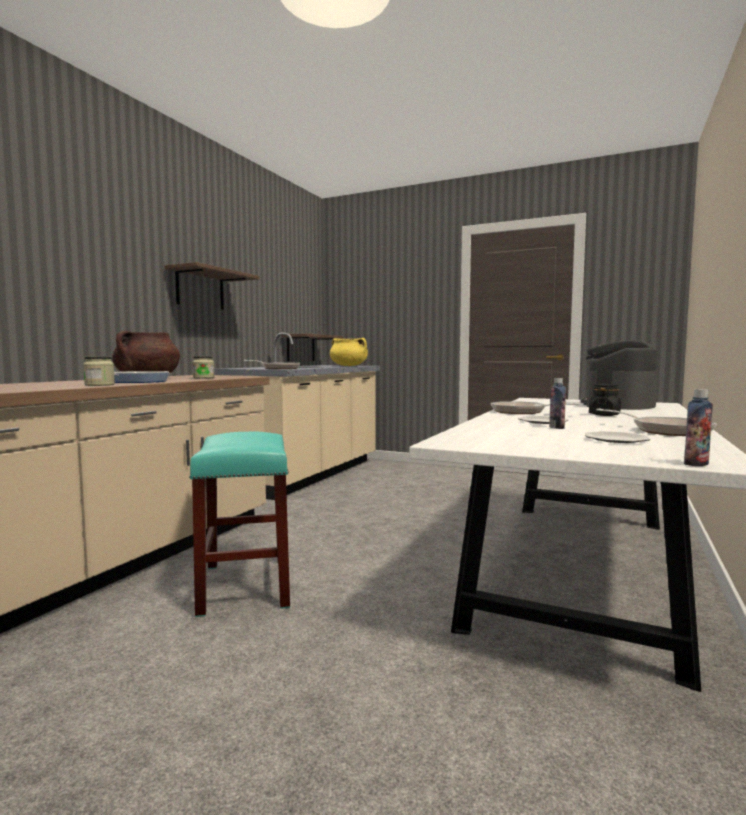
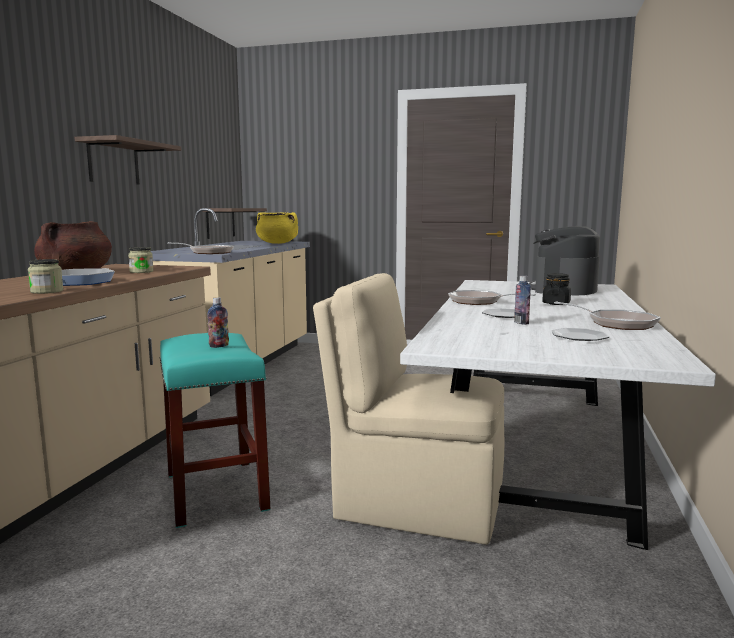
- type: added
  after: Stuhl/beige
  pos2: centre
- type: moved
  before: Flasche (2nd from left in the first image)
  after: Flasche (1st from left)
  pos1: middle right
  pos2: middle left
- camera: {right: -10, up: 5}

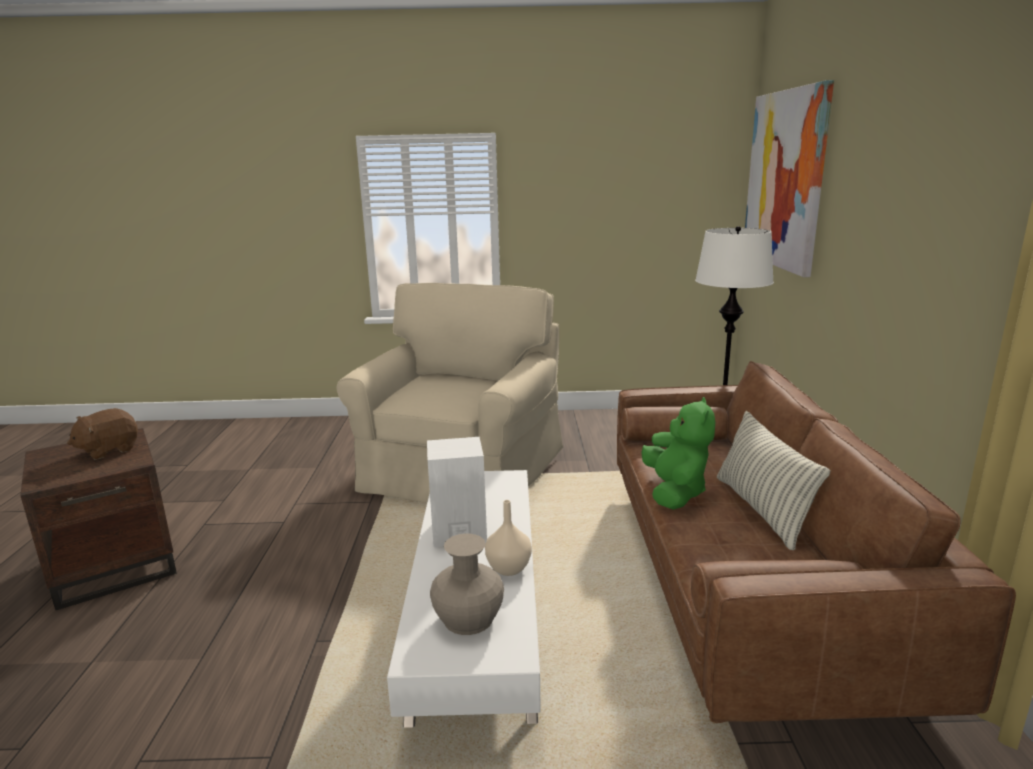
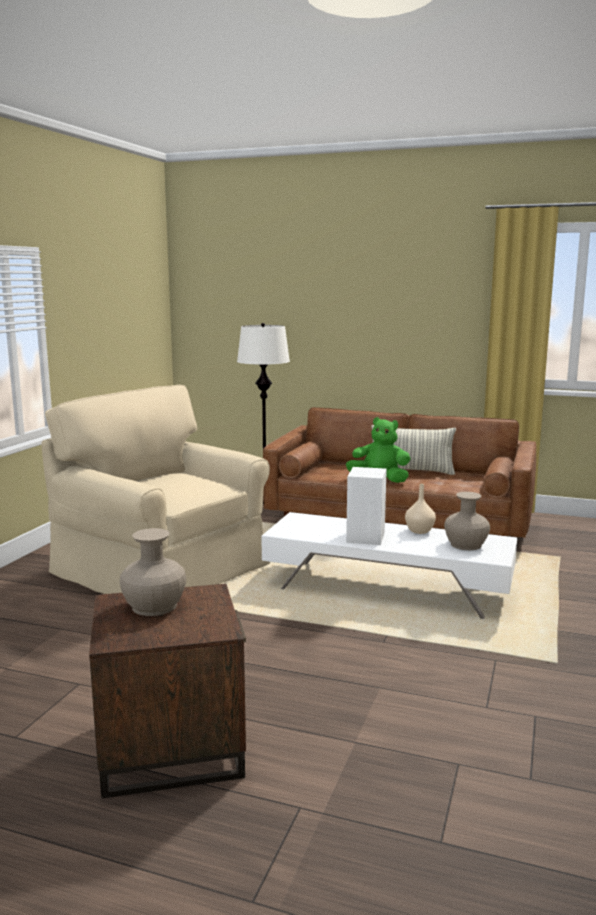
- type: removed
  before: Bild
  pos1: top right
- type: replaced
  before: Plüschtier/braun
  after: Vase/beige (1st from left)
  pos1: middle left
  pos2: middle left
- camera: {right: -70, up: -5}

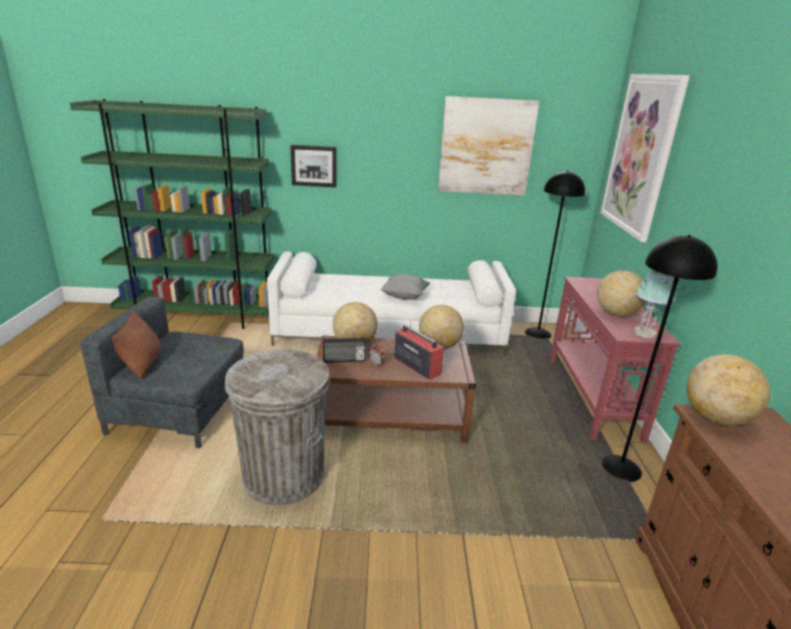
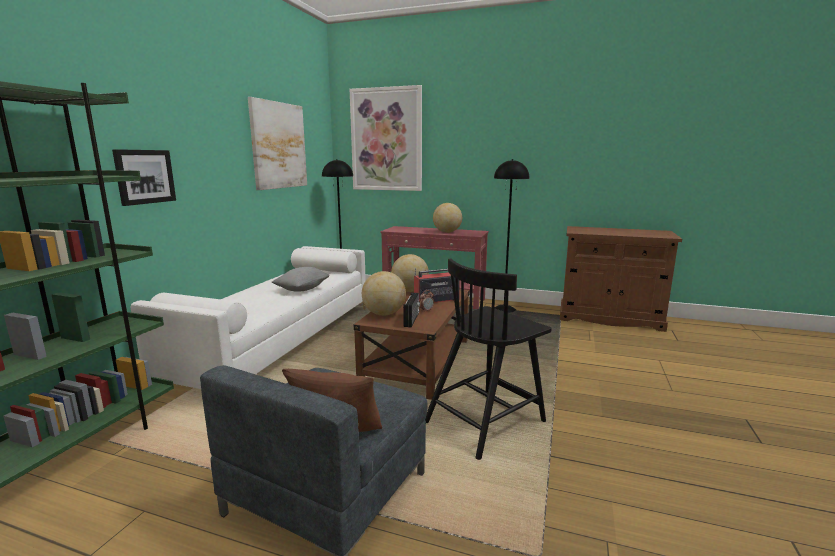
- type: removed
  before: Tischlampe
  pos1: middle right
- type: removed
  before: Globus (4th from left)
  pos1: middle right
- type: replaced
  before: Mülleimer/grau
  after: Stuhl/schwarz
  pos1: bottom centre
  pos2: centre
- camera: {right: -70, up: -10}

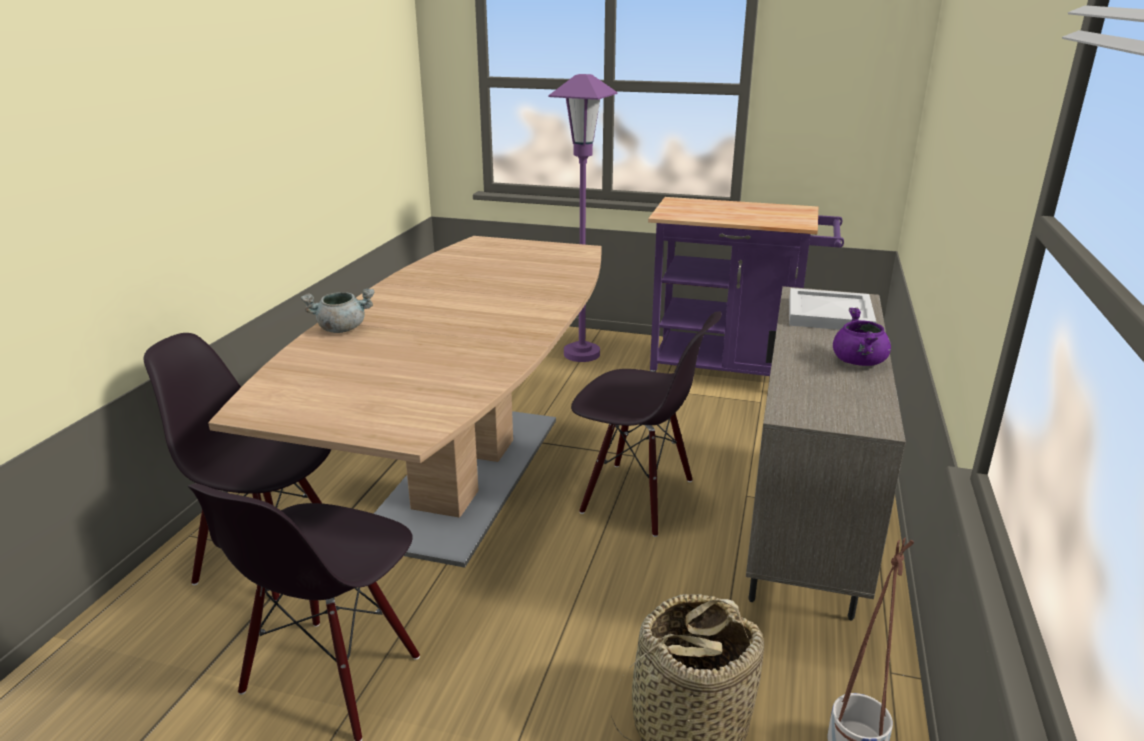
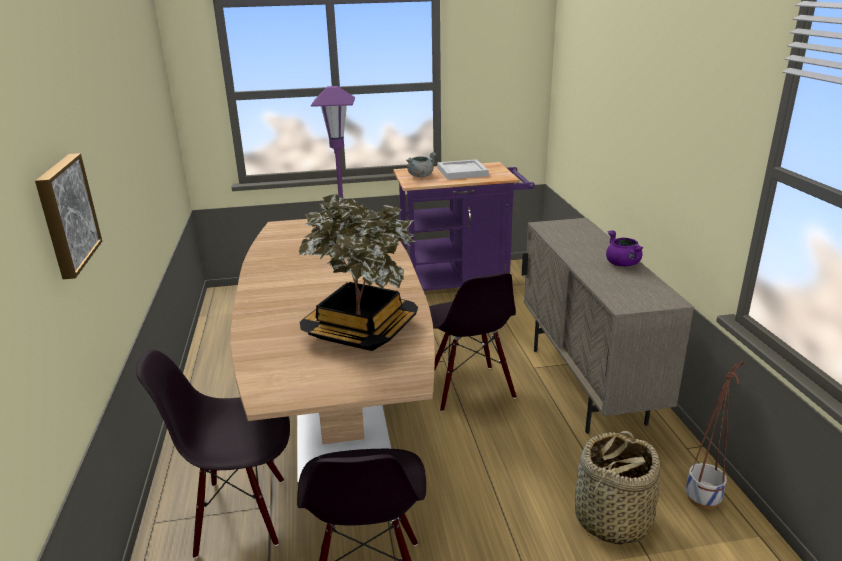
- type: added
  after: Bild
  pos2: middle left
- type: added
  after: Topfpflanze
  pos2: centre
- type: moved
  before: Kochtopf/grau
  pos1: middle left
  pos2: top centre
- type: moved
  before: Tablett/weiß
  pos1: middle right
  pos2: top centre
- type: turned
  before: Stuhl/schwarz (3rd from left)
  pos1: centre
  pos2: centre
  turn: 75
- camera: {right: -25, up: 0}

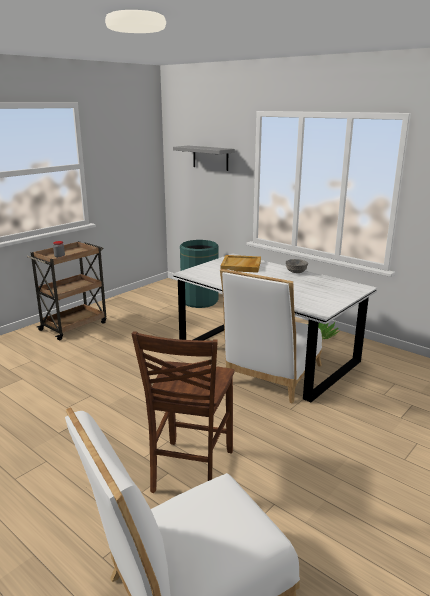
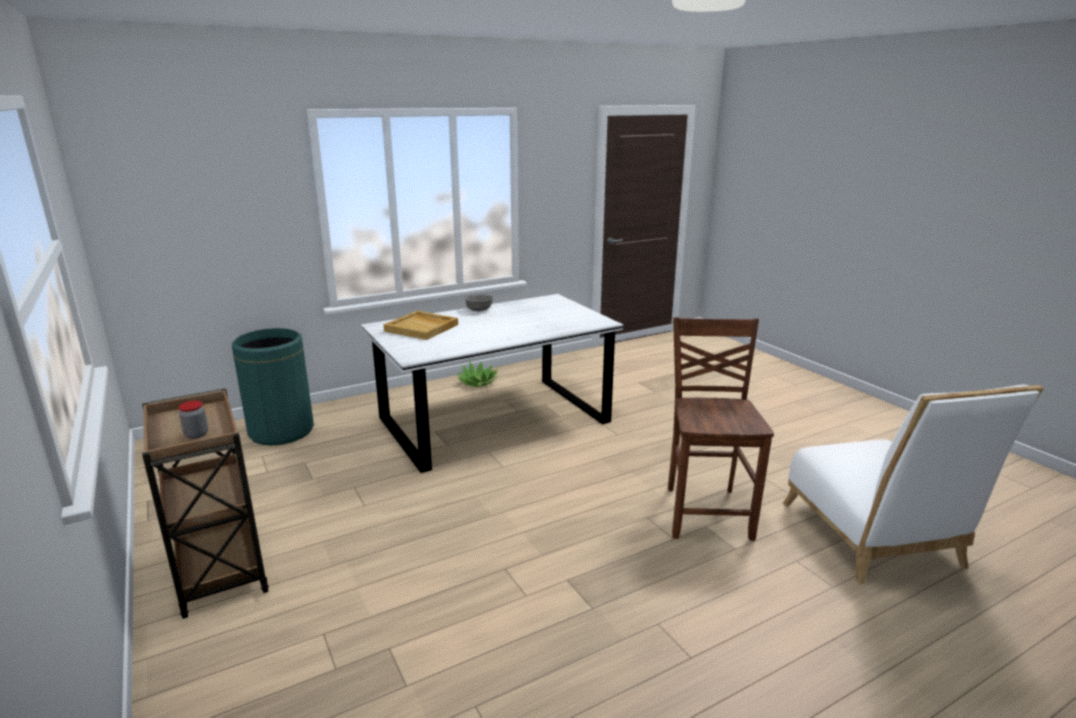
- type: removed
  before: Wandregal/grau
  pos1: top centre
- type: removed
  before: Stuhl/weiß (2nd from left)
  pos1: centre
- type: turned
  before: Stuhl/braun
  pos1: bottom centre
  pos2: middle right
  turn: -120
- camera: {right: -70, up: 0}

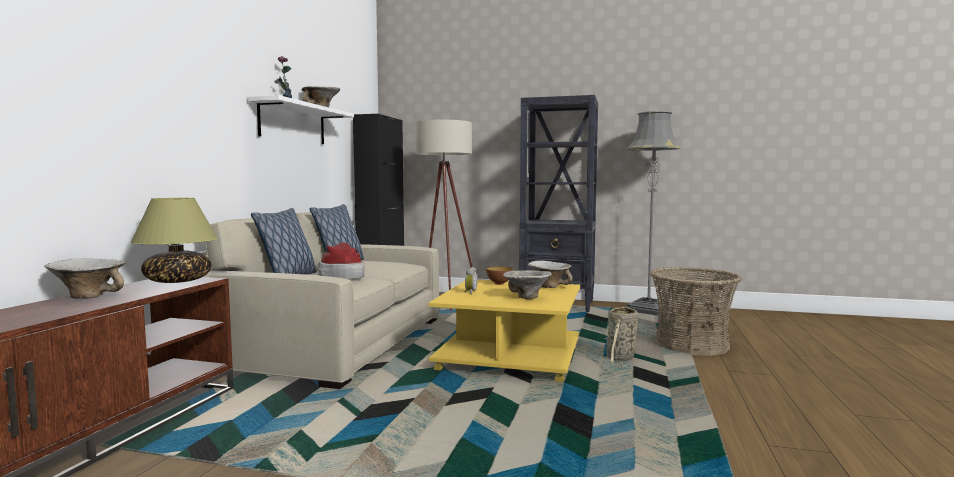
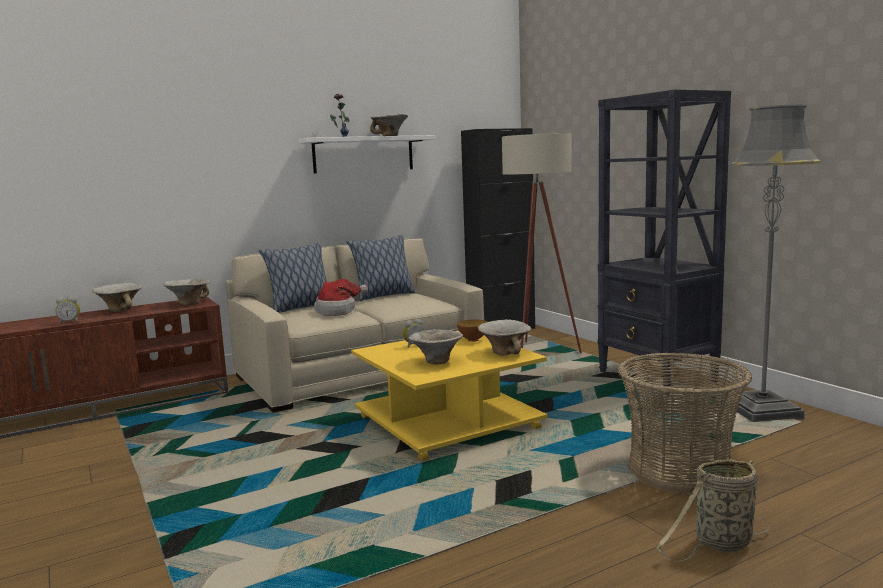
- type: added
  after: Wecker (1st from left)
  pos2: middle left
- type: moved
  before: Korb (1st from left in the first image)
  after: Korb (2nd from left)
  pos1: bottom centre
  pos2: bottom right
- type: replaced
  before: Tischlampe
  after: Schüssel (2nd from left)
  pos1: middle left
  pos2: middle left
- camera: {right: 45, up: 5}

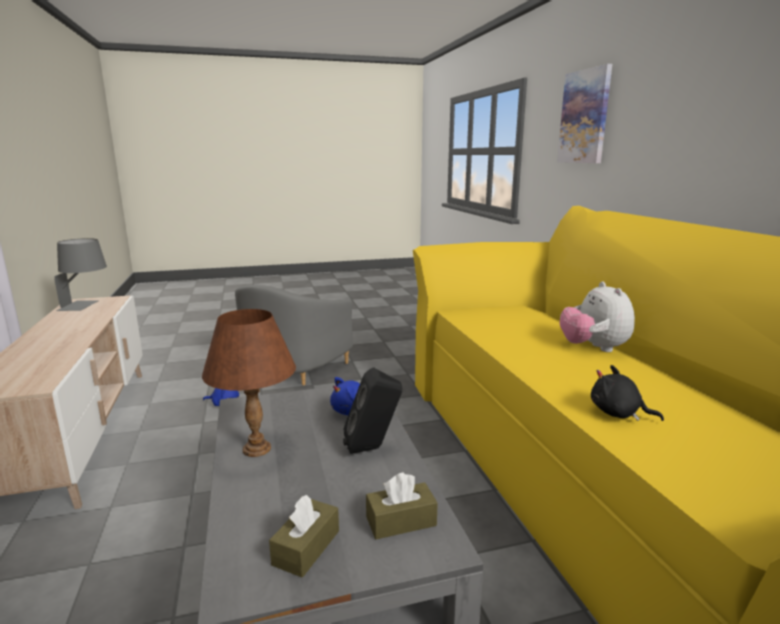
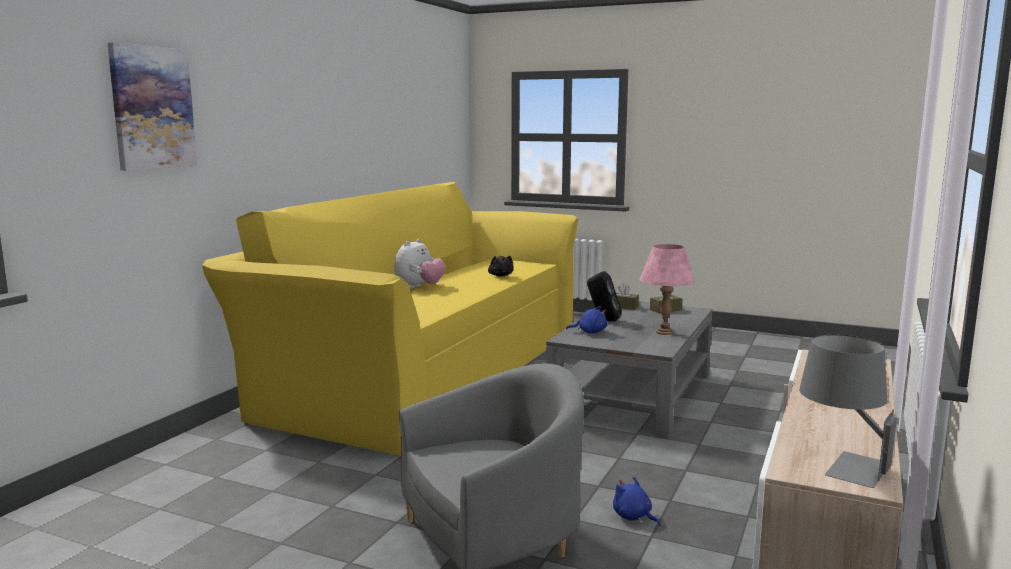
- type: recoloured
  before: Tischlampe/braun
  after: Tischlampe/rosa
  pos1: middle left
  pos2: centre
- camera: {right: -140, up: -5}

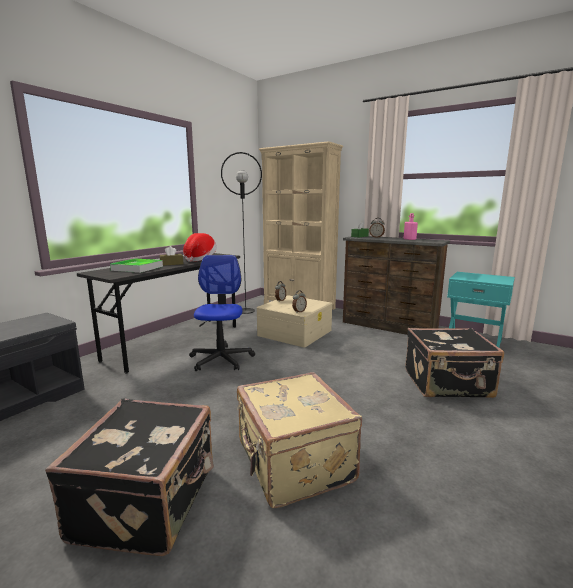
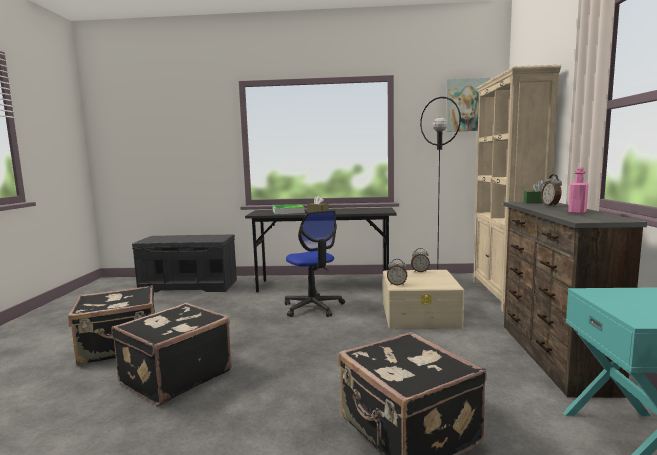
- type: removed
  before: Hut
  pos1: centre
- type: added
  after: Bild
  pos2: top right
- type: recoloured
  before: Koffer/beige
  after: Koffer/schwarz (2nd from left)
  pos1: bottom centre
  pos2: bottom left
- type: turned
  before: Bürostuhl
  pos1: centre
  pos2: centre
  turn: 90
- camera: {right: 60, up: -5}

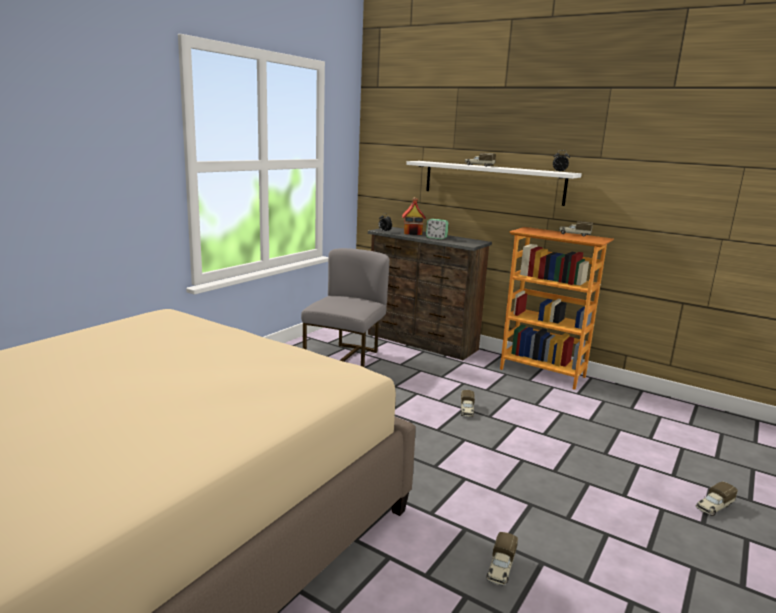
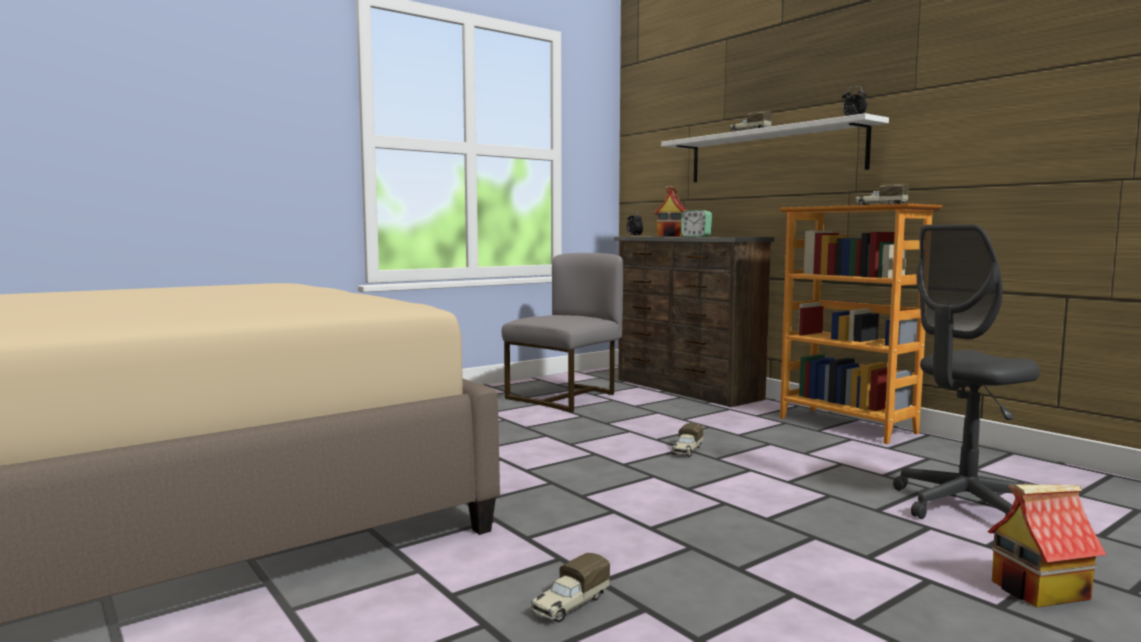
- type: added
  after: Bürostuhl/grau
  pos2: middle right
- type: replaced
  before: Spielzeuglaster (5th from left)
  after: Spielzeughaus (2nd from left)
  pos1: bottom right
  pos2: bottom right
- camera: {right: 20, up: -10}

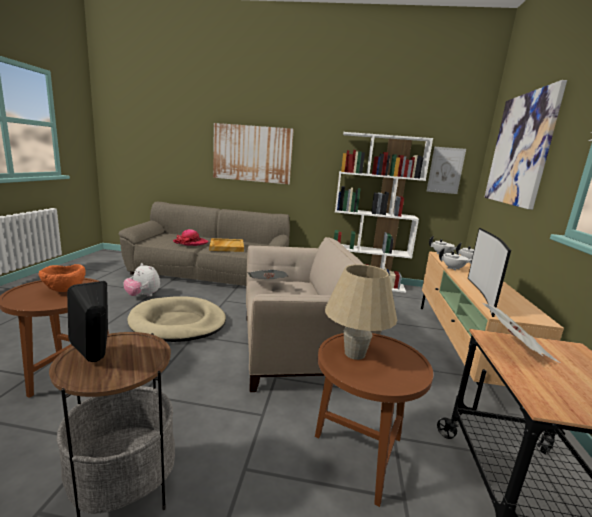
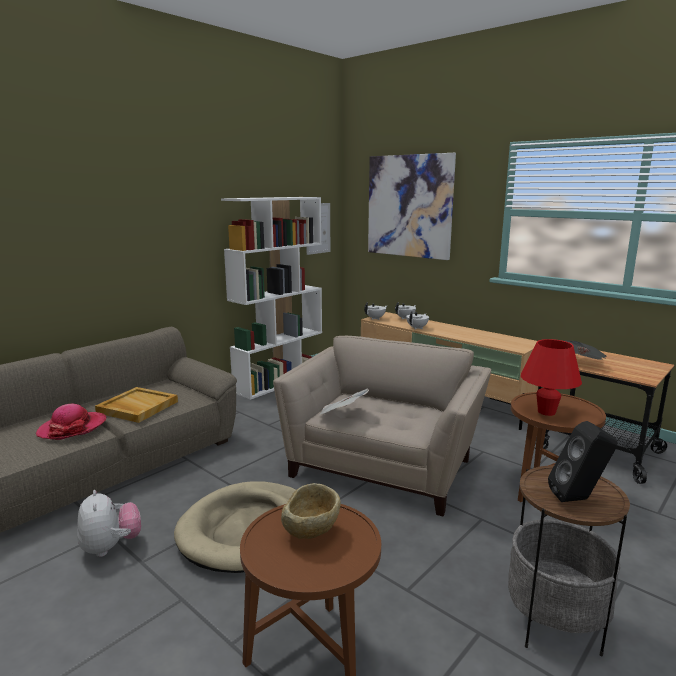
- type: removed
  before: Bild (1st from left)
  pos1: top centre
- type: removed
  before: Fernseher
  pos1: middle right
- type: recoloured
  before: Schüssel/orange
  after: Schüssel/beige
  pos1: middle left
  pos2: bottom centre
- type: recoloured
  before: Tischlampe/beige
  after: Tischlampe/rot
  pos1: centre
  pos2: middle right
- type: turned
  before: Plüschtier
  pos1: middle left
  pos2: bottom left
  turn: -90
- camera: {right: -55, up: 0}

